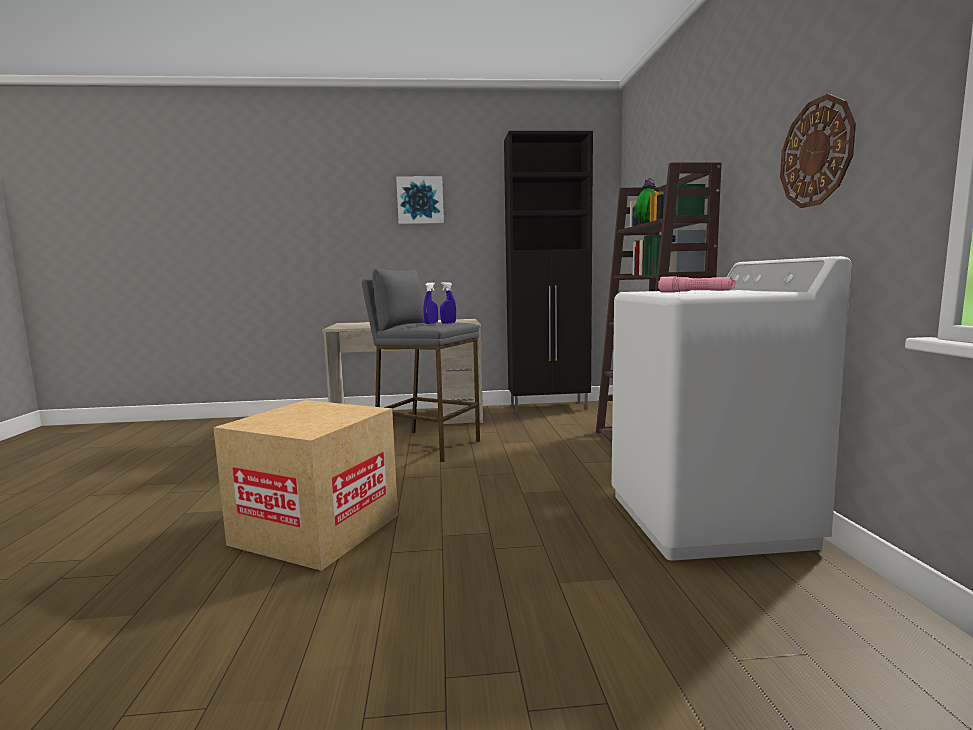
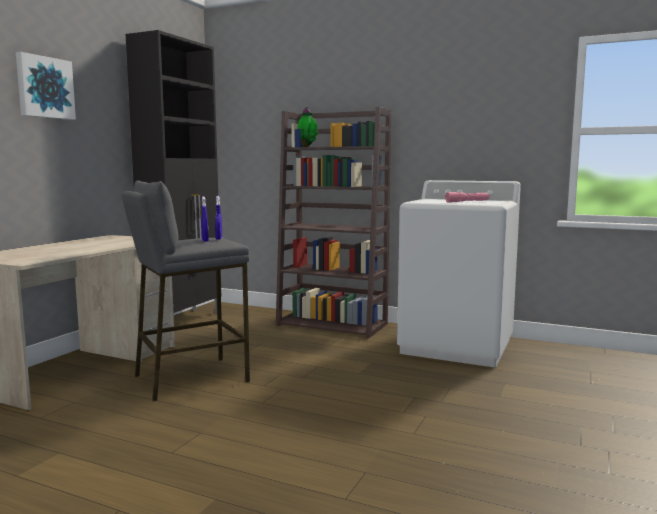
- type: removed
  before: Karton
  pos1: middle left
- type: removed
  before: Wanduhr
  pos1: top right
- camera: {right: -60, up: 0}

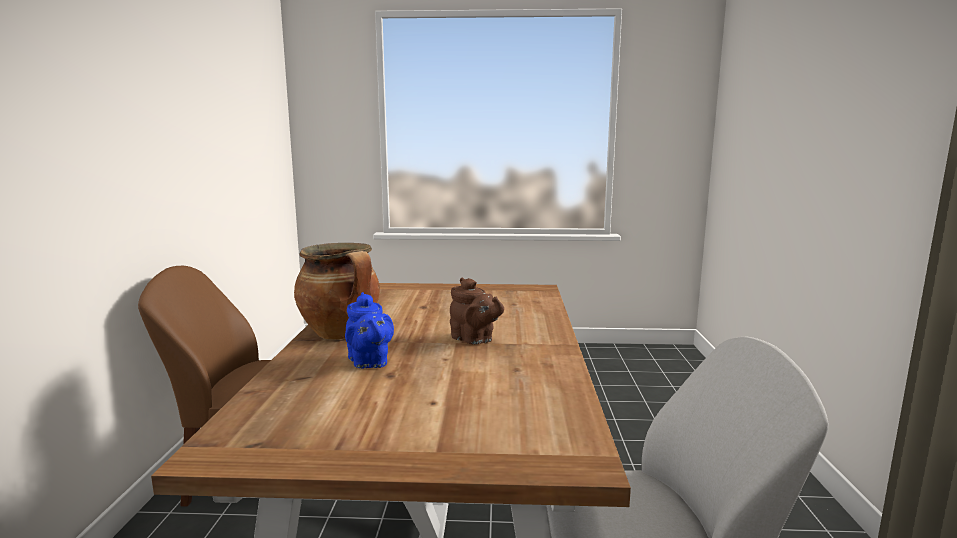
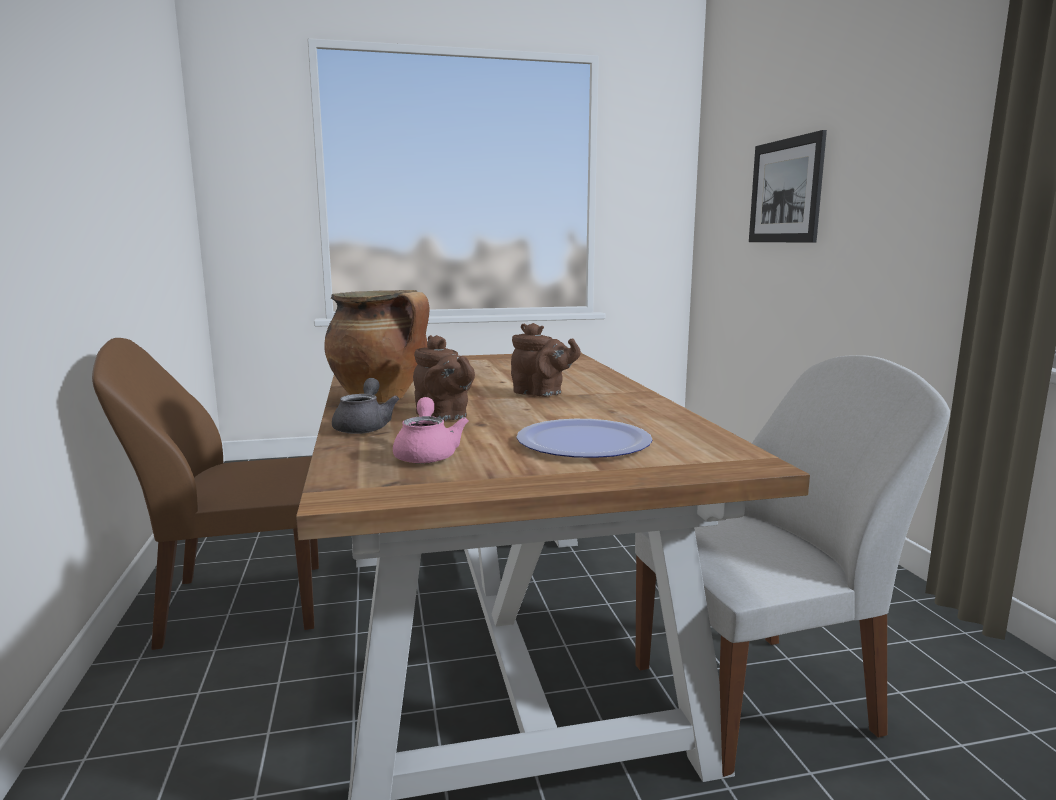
- type: added
  after: Teekanne/grau
  pos2: centre
- type: added
  after: Teekanne/rosa
  pos2: centre
- type: added
  after: Teller
  pos2: centre
- type: added
  after: Bild
  pos2: top right
- type: recoloured
  before: Teekanne/blau
  after: Teekanne/braun (1st from left)
  pos1: centre
  pos2: centre
- camera: {right: -15, up: 0}

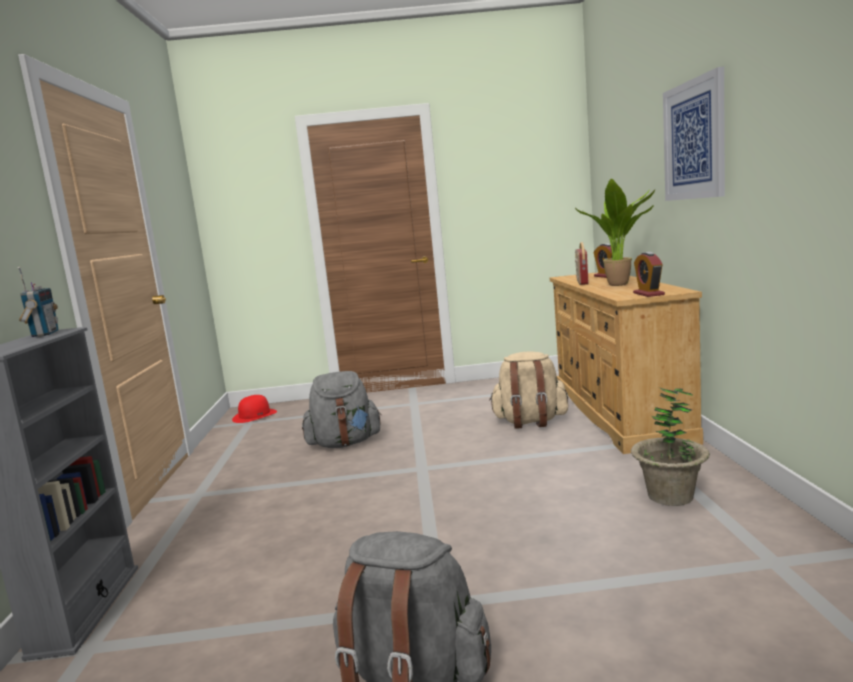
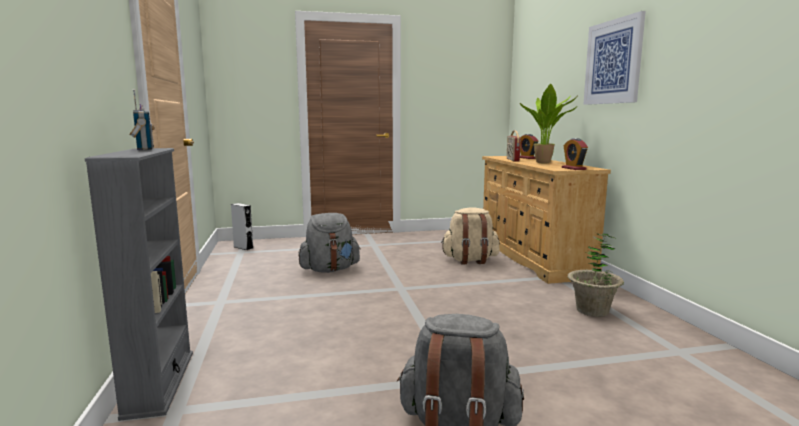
- type: replaced
  before: Hut/rot
  after: Lautsprecher/grau
  pos1: middle left
  pos2: middle left
- camera: {right: -10, up: 0}

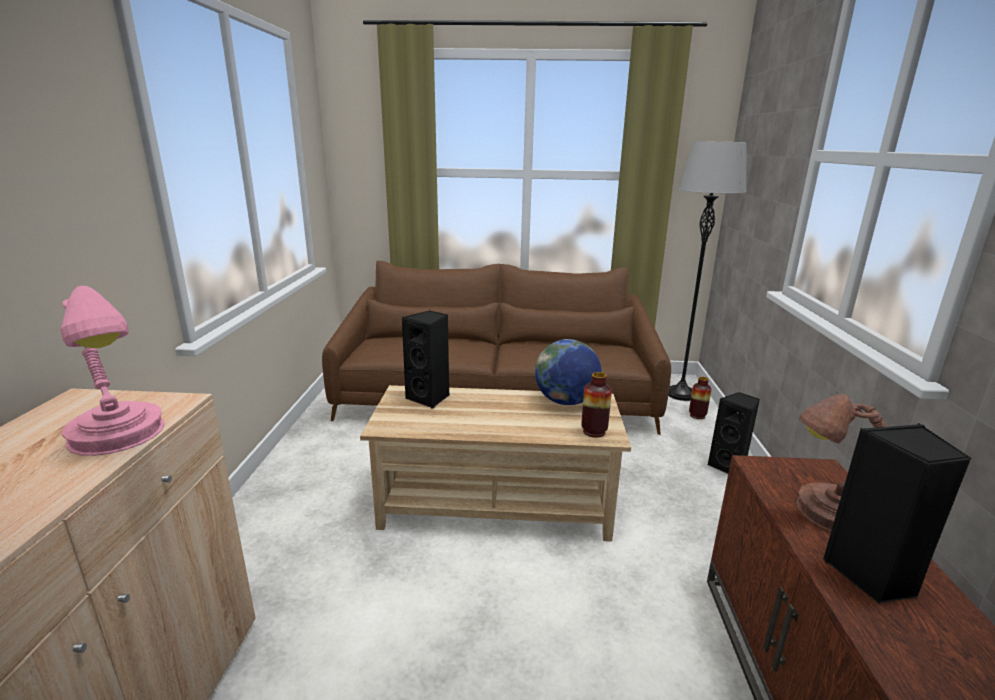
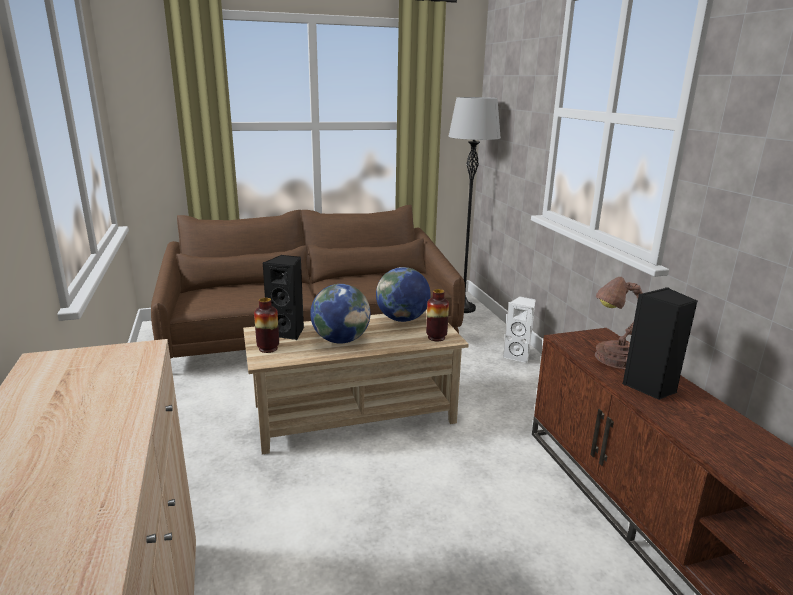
- type: removed
  before: Tischlampe/rosa
  pos1: middle left
- type: added
  after: Globus (1st from left)
  pos2: centre
- type: moved
  before: Vase (2nd from left in the first image)
  after: Vase (1st from left)
  pos1: middle right
  pos2: centre
- type: recoloured
  before: Lautsprecher/schwarz (2nd from left)
  after: Lautsprecher/weiß
  pos1: middle right
  pos2: centre
- camera: {right: -20, up: 0}

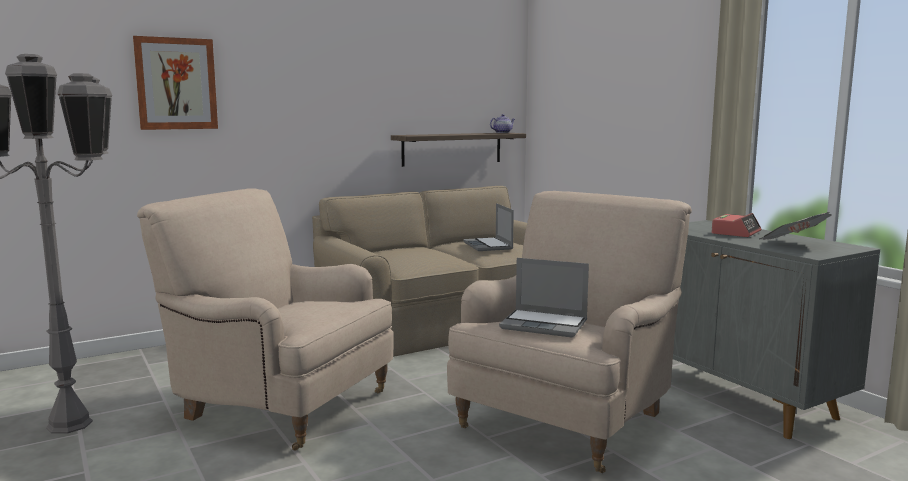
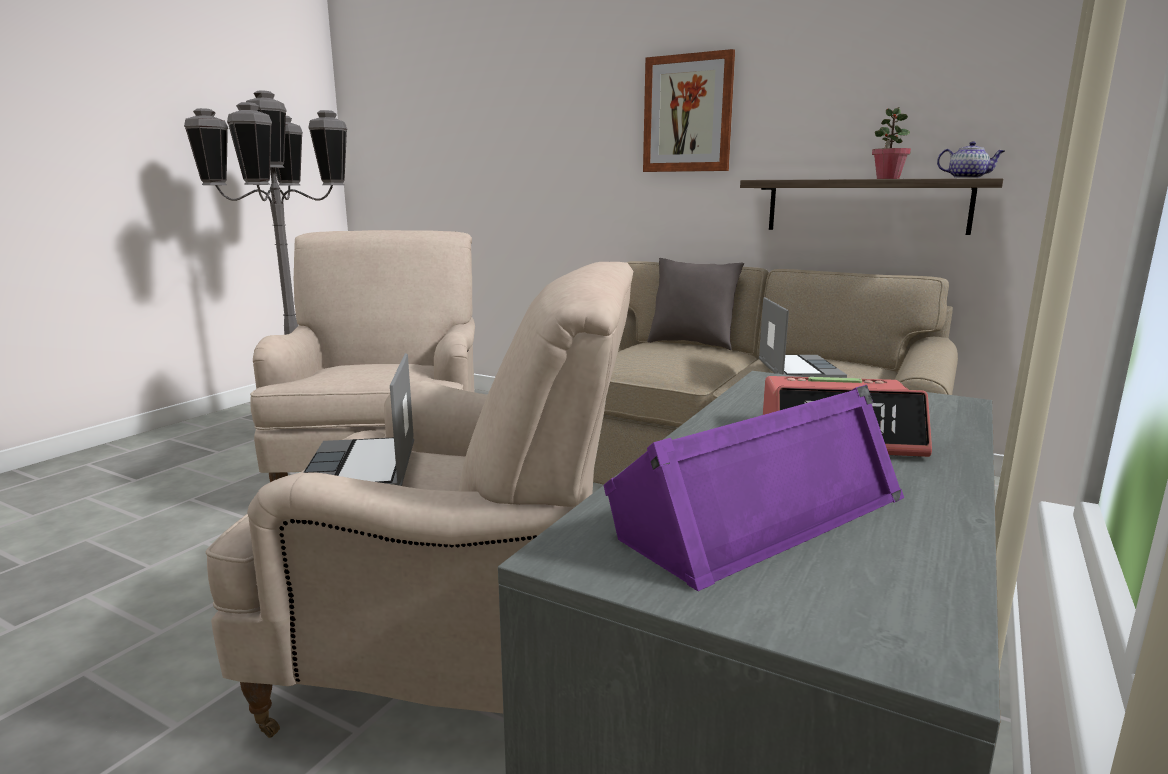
- type: added
  after: Kissen/grau
  pos2: centre
- type: added
  after: Topfpflanze
  pos2: top right
- type: moved
  before: Bild
  pos1: top left
  pos2: top centre
- type: replaced
  before: Zeitung
  after: Lautsprecher/lila
  pos1: middle right
  pos2: centre
- type: turned
  before: Laptop (1st from left in the first image)
  pos1: centre
  pos2: middle right
  turn: 135
- camera: {right: 60, up: 5}

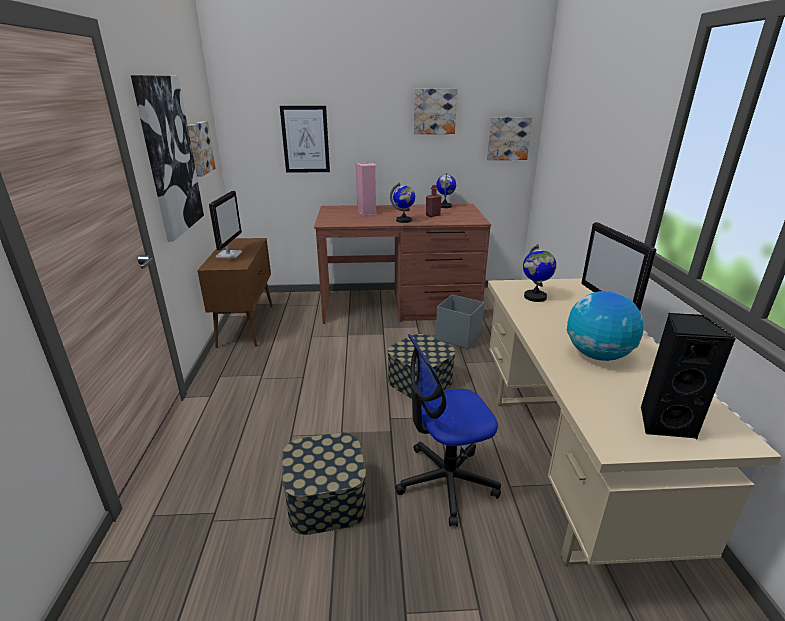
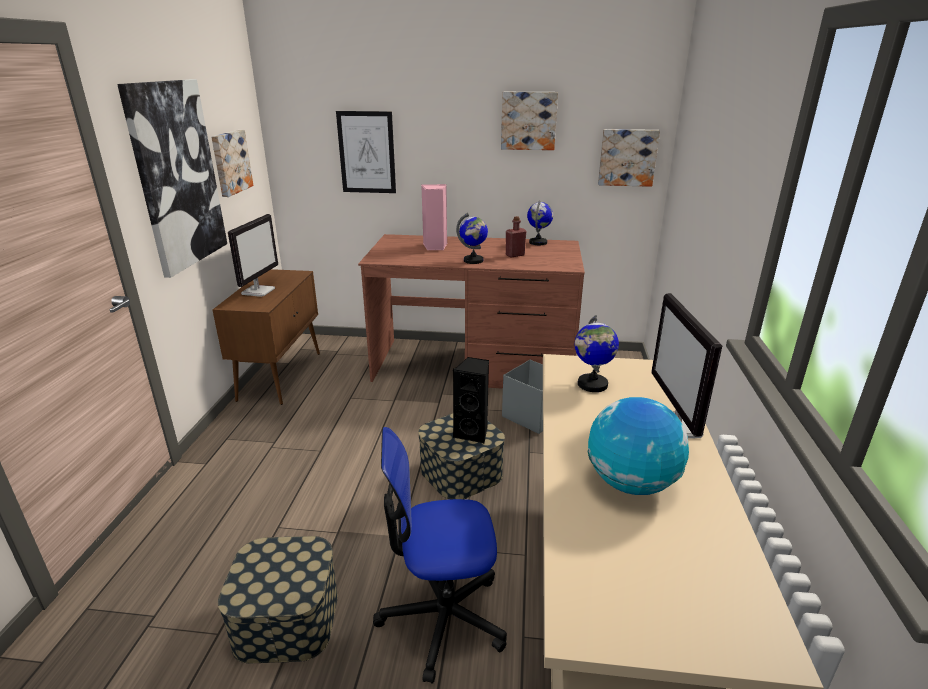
- type: moved
  before: Lautsprecher/schwarz
  pos1: middle right
  pos2: centre
- camera: {right: 10, up: 0}

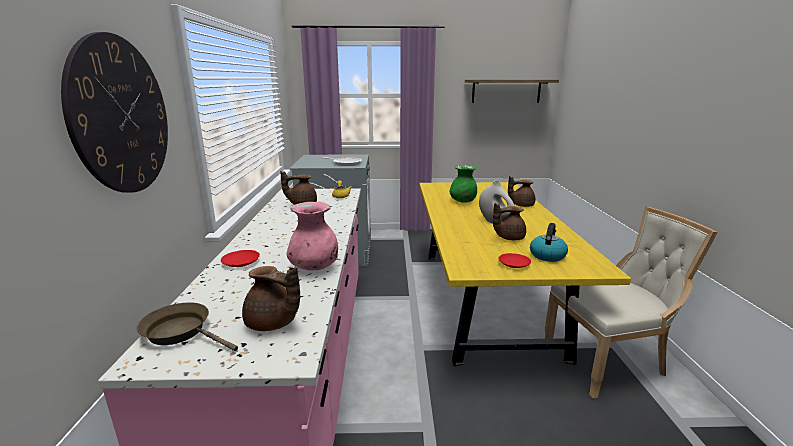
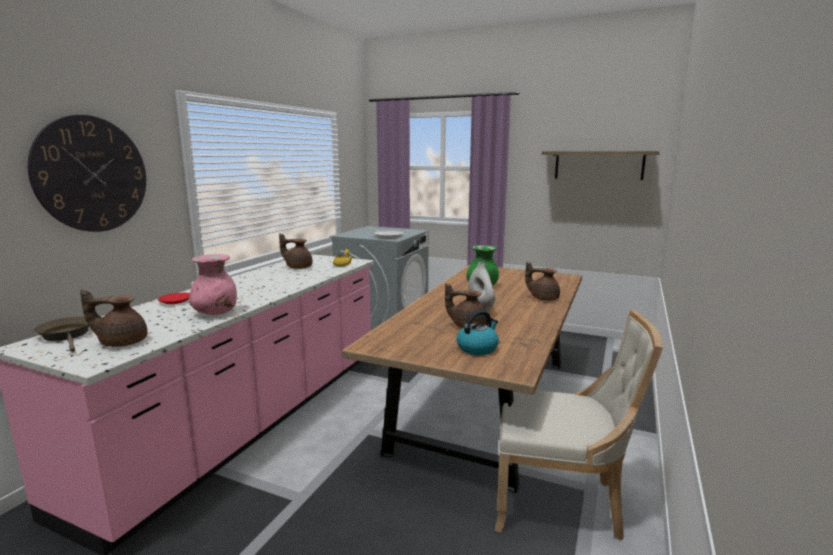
- type: removed
  before: Teller/rot (2nd from left)
  pos1: centre
- type: recoloured
  before: Esstisch/gelb
  after: Esstisch/braun
  pos1: centre
  pos2: bottom centre
- type: turned
  before: Teekanne/braun (1st from left)
  pos1: bottom centre
  pos2: middle left
  turn: 120
- camera: {right: 25, up: -5}

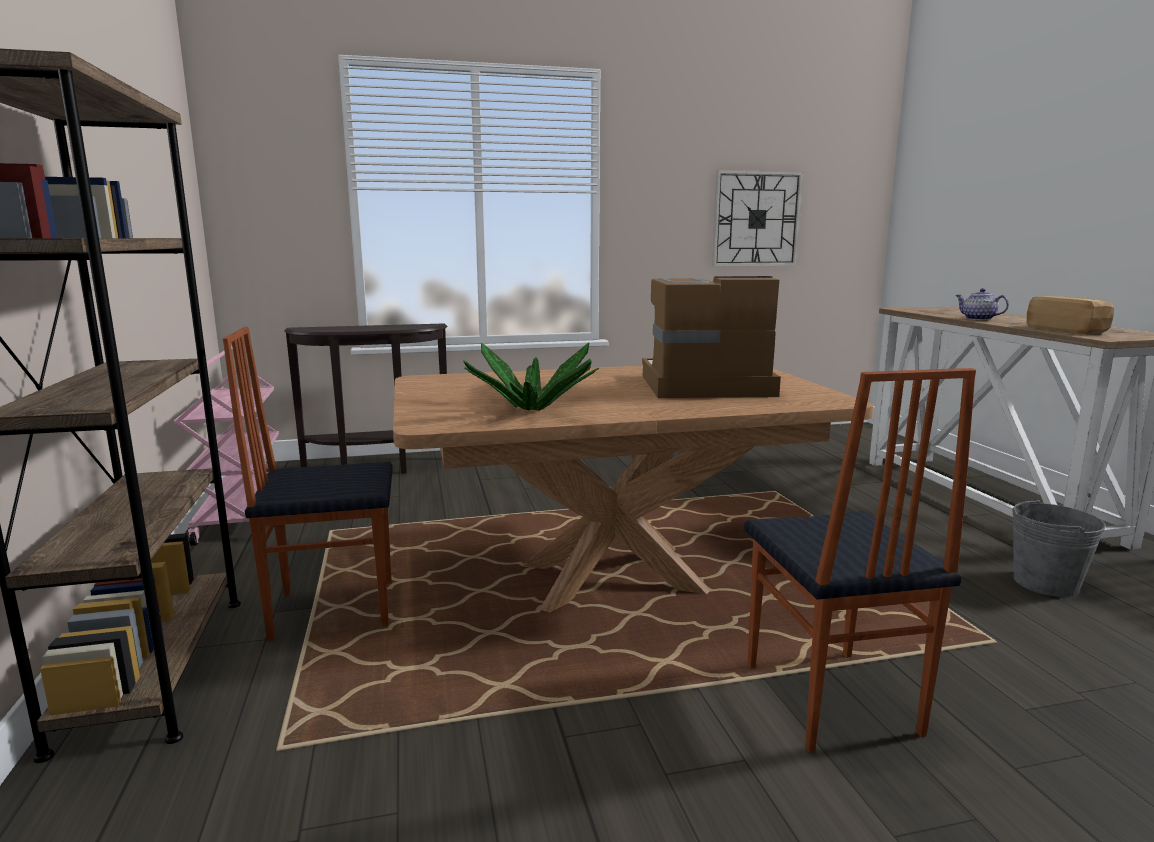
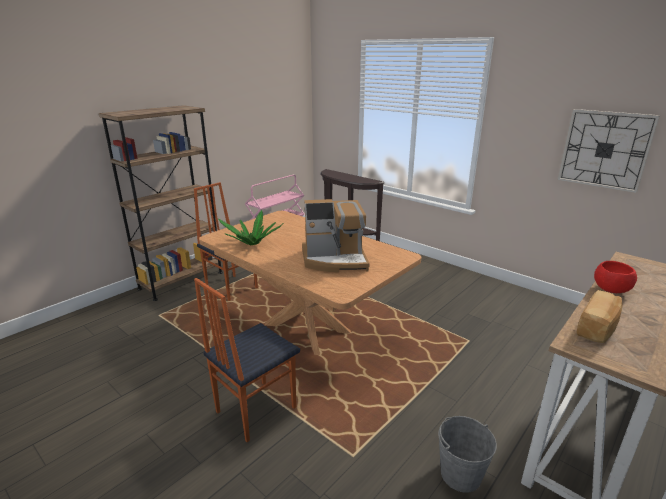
- type: replaced
  before: Teekanne
  after: Schüssel/rot
  pos1: middle right
  pos2: middle right
- type: turned
  before: Kaffeemaschine
  pos1: centre
  pos2: centre
  turn: 120
- camera: {right: 55, up: 10}

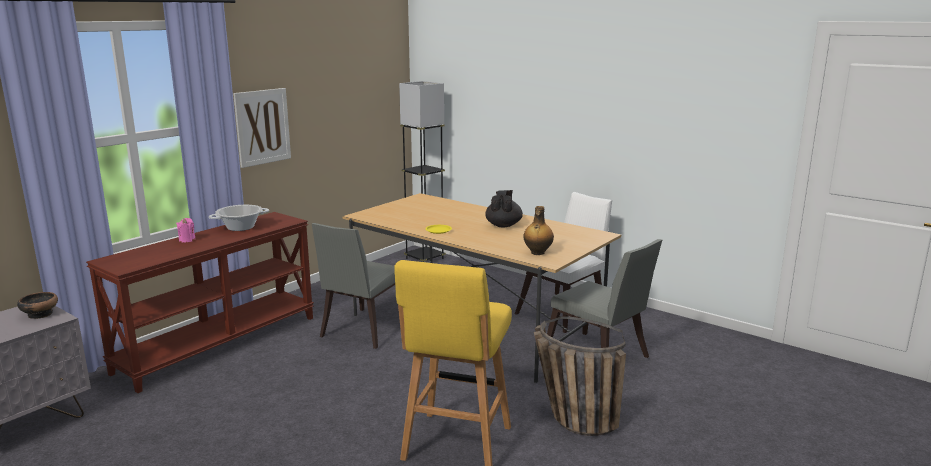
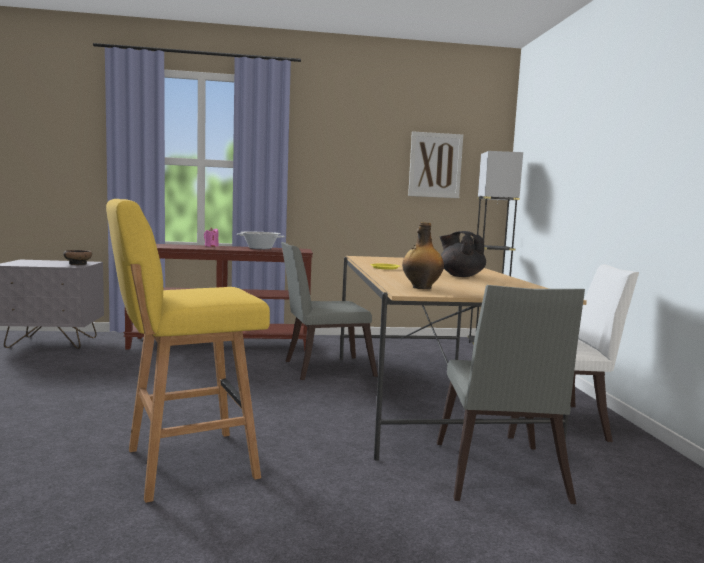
- type: removed
  before: Korb
  pos1: bottom centre
- type: moved
  before: Bild
  pos1: top left
  pos2: top centre
- type: turned
  before: Teekanne/schwarz
  pos1: centre
  pos2: centre
  turn: -90
- camera: {right: 45, up: -10}

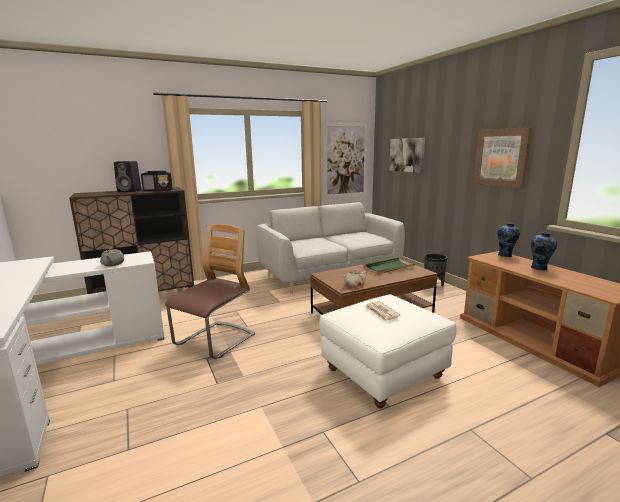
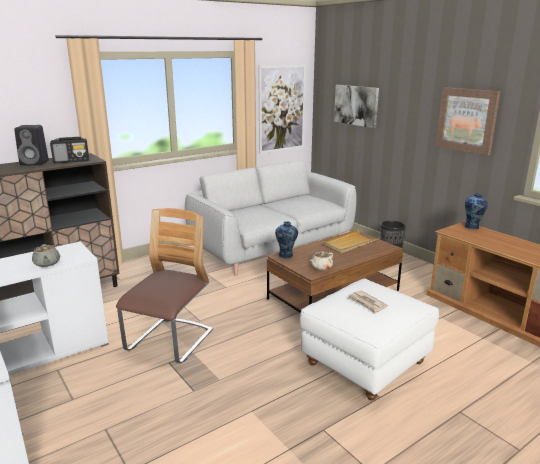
- type: moved
  before: Vase (2nd from left in the first image)
  after: Vase (1st from left)
  pos1: middle right
  pos2: centre
- type: recoloured
  before: Tablett/grün
  after: Tablett/beige
  pos1: centre
  pos2: centre
- camera: {right: -10, up: 5}

